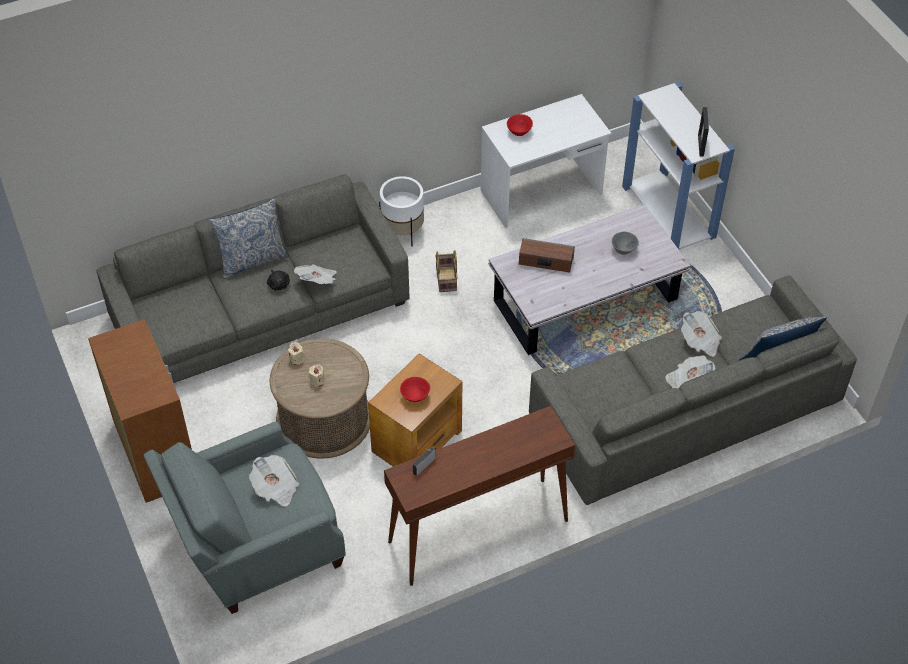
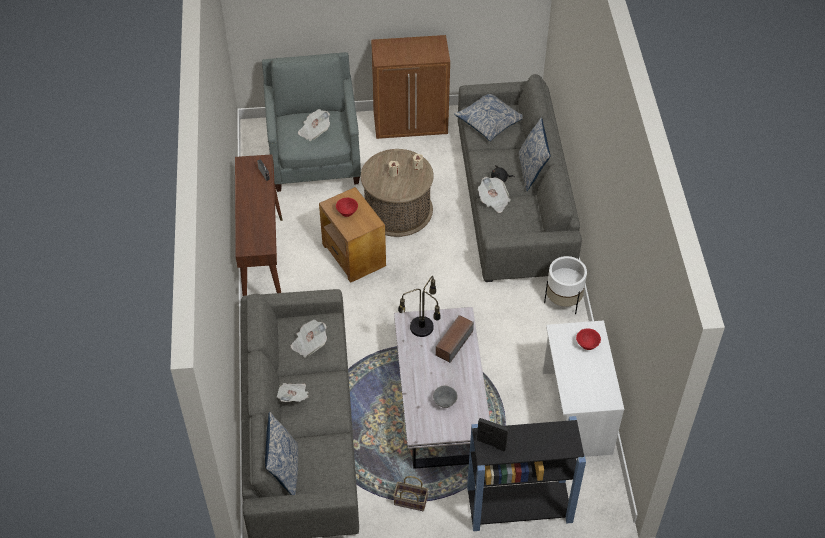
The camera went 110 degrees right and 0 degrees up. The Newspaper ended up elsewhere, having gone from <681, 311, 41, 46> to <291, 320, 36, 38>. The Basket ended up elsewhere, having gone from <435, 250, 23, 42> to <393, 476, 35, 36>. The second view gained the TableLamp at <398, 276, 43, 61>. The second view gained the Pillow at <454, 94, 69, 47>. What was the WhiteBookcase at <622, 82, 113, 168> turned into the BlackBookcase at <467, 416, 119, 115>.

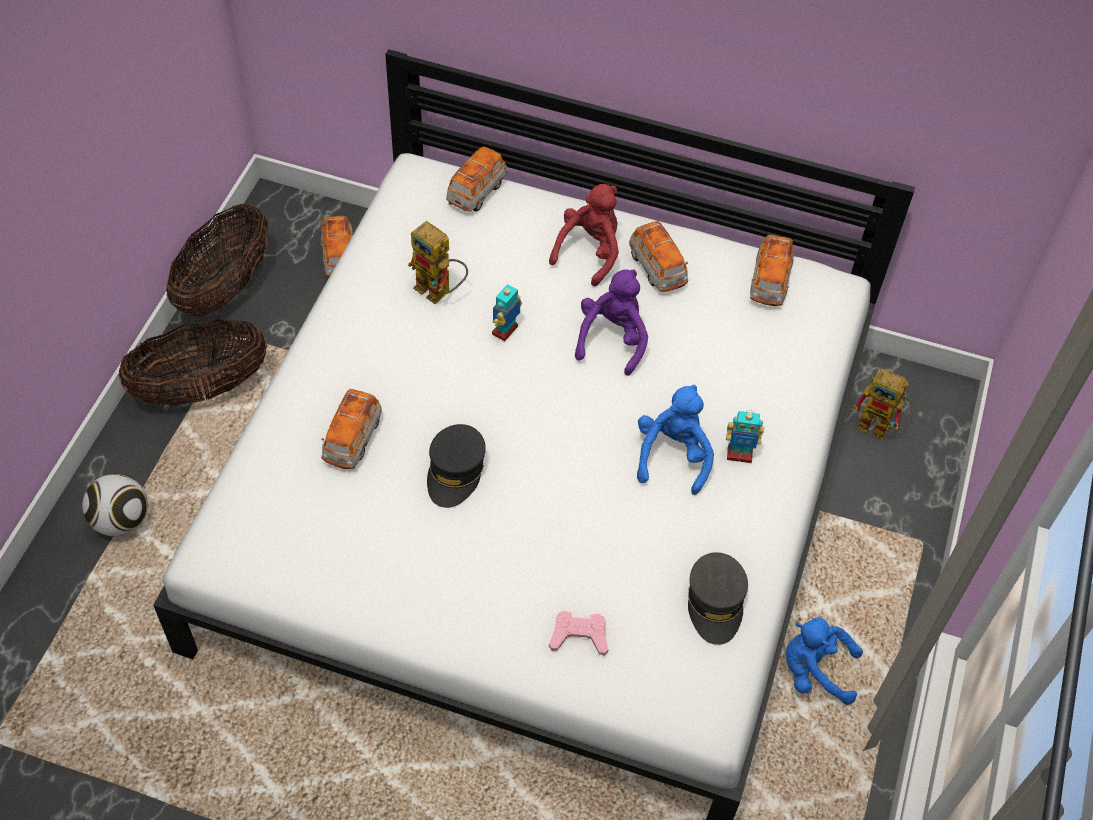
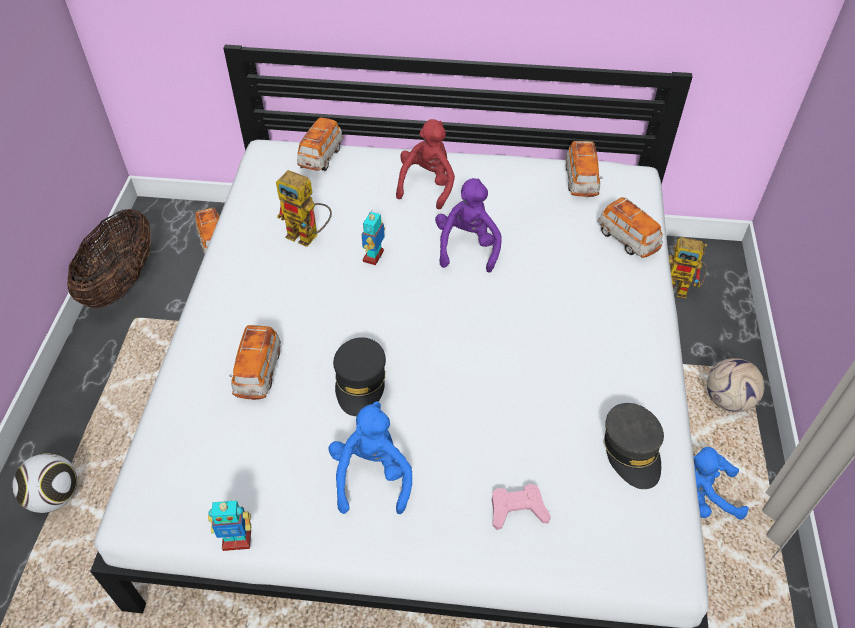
The camera went 10 degrees left and 5 degrees down. The ToyRobot ended up elsewhere, having gone from <726, 410, 38, 53> to <208, 500, 43, 51>. The BluePlushToy ended up elsewhere, having gone from <637, 385, 77, 110> to <328, 401, 84, 113>. The ToyCar ended up elsewhere, having gone from <629, 221, 59, 71> to <598, 197, 65, 61>. The second view gained the Football at <707, 358, 57, 54>. The second view lost the Basket at <119, 319, 148, 87>.

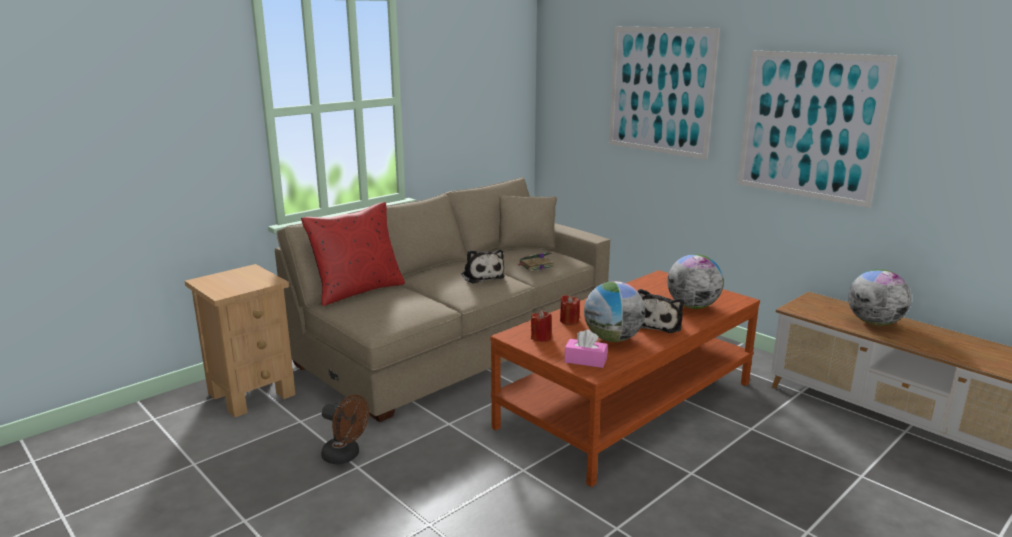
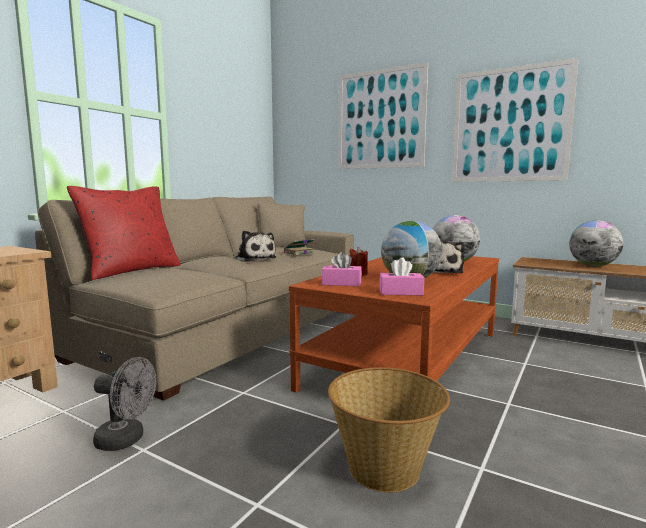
The camera went 15 degrees left and 10 degrees down. What was the BrownFan at <321, 395, 48, 70> turned into the GreyFan at <93, 357, 63, 94>. Where the RedCandle stood at <531, 310, 21, 32>, the PinkTissueBox came to stand at <322, 252, 40, 34>. The second view gained the Basket at <328, 367, 122, 125>.

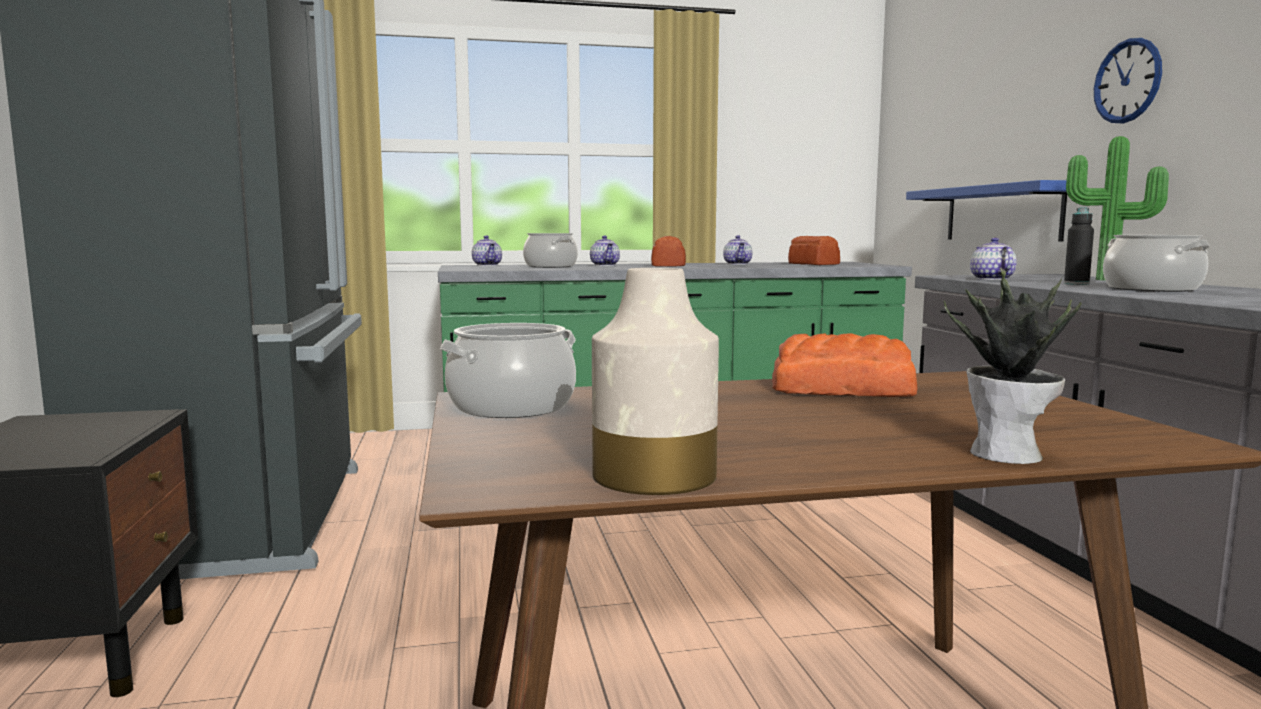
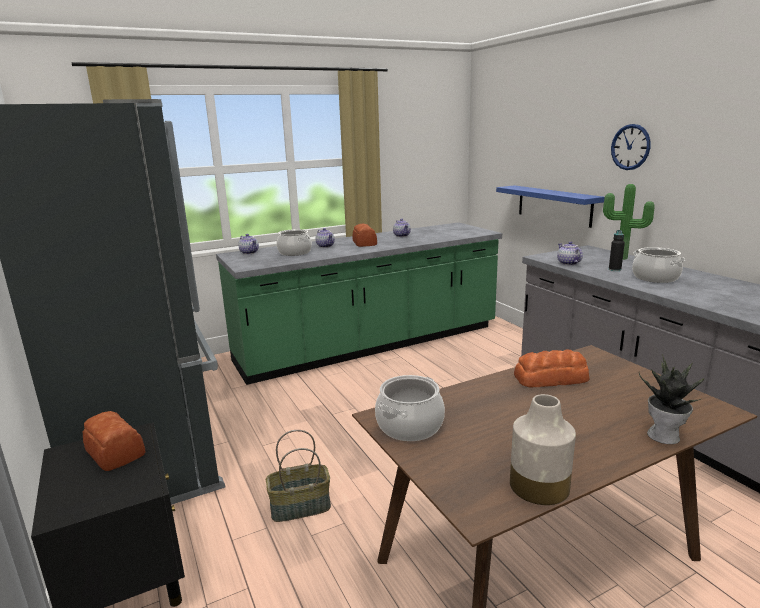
The camera went 15 degrees left and 10 degrees up. The Bread ended up elsewhere, having gone from <788, 236, 52, 29> to <82, 411, 63, 60>. The second view gained the Basket at <266, 430, 65, 92>.

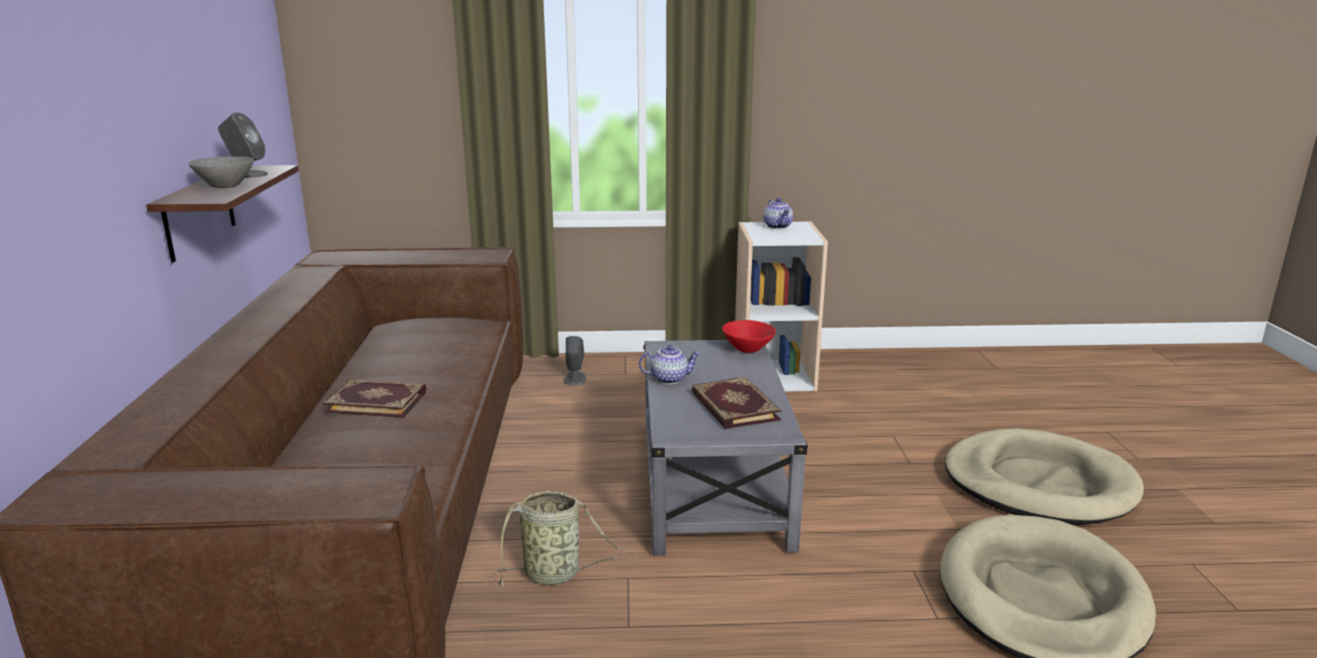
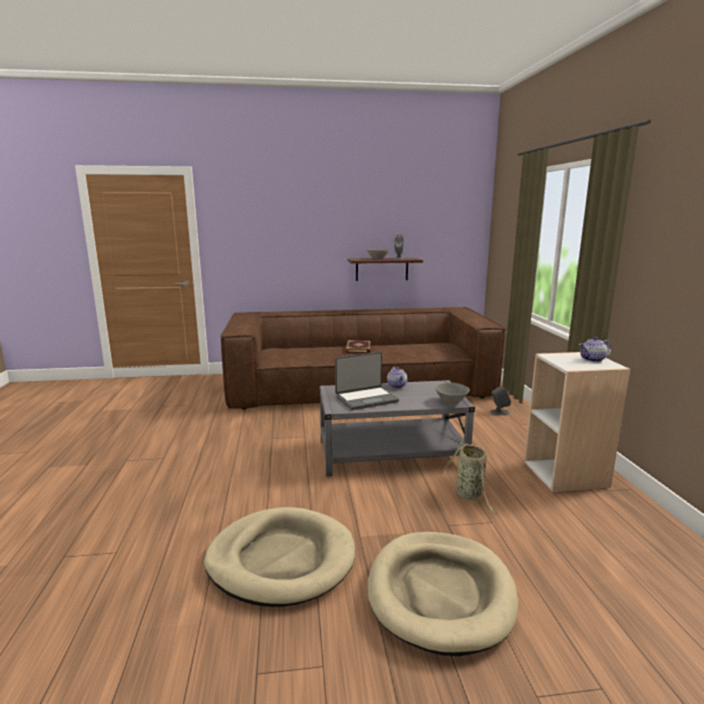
The camera went 85 degrees right and 5 degrees down. Where the Book stood at <692, 377, 90, 52>, the Laptop came to stand at <335, 352, 64, 58>. What was the RedBowl at <722, 320, 54, 33> turned into the GreyBowl at <435, 383, 35, 21>. The Basket ended up elsewhere, having gone from <493, 491, 142, 96> to <439, 442, 58, 72>.

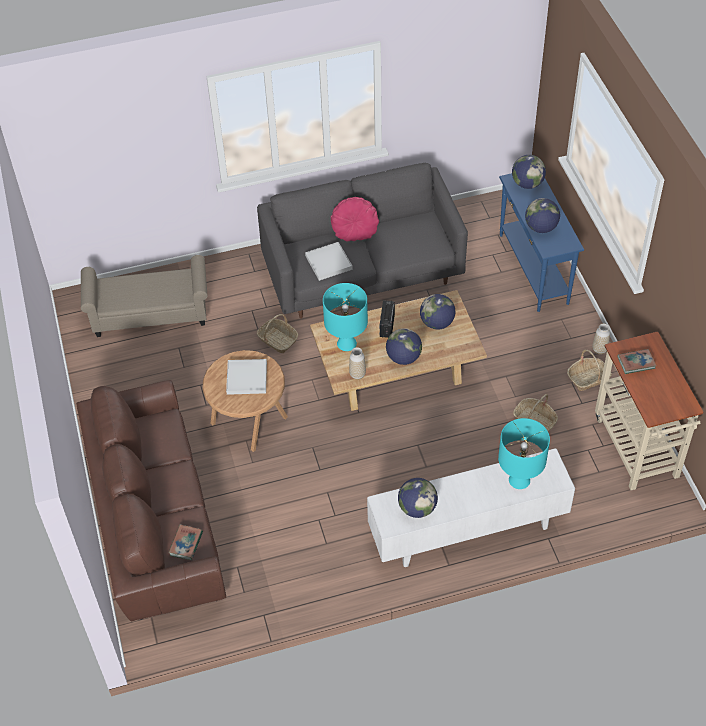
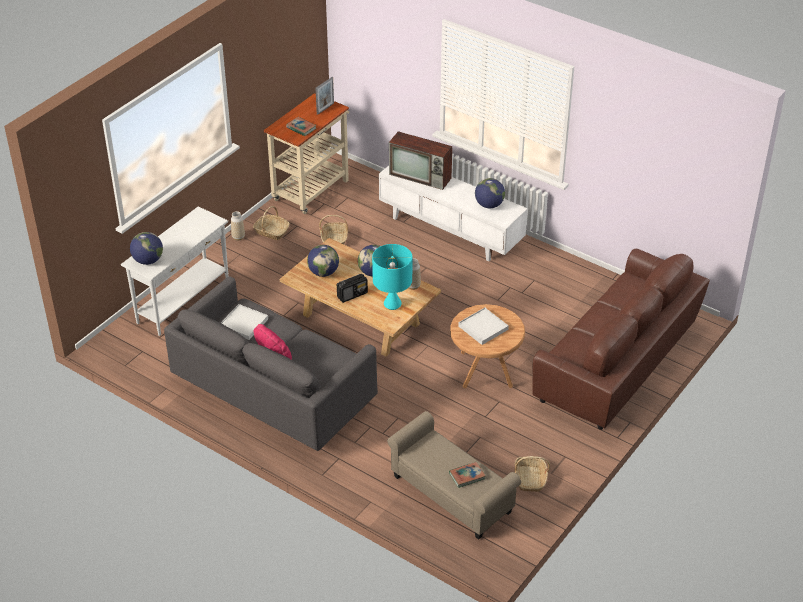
The camera went 130 degrees left and 10 degrees down. What was the BlueConsoleTable at <499, 173, 85, 139> turned into the WhiteConsoleTable at <121, 206, 108, 130>. The WhiteTray ended up elsewhere, having gone from <305, 242, 48, 39> to <221, 304, 47, 36>. The second view gained the PictureFrame at <316, 77, 18, 38>. Where the TurquoiseTableLamp stood at <498, 418, 52, 71>, the Television came to stand at <389, 131, 63, 59>. The Book ended up elsewhere, having gone from <168, 525, 35, 35> to <449, 462, 37, 26>. The Basket ended up elsewhere, having gone from <257, 314, 42, 39> to <514, 456, 36, 36>. The second view lost the Globe at <525, 198, 35, 35>.

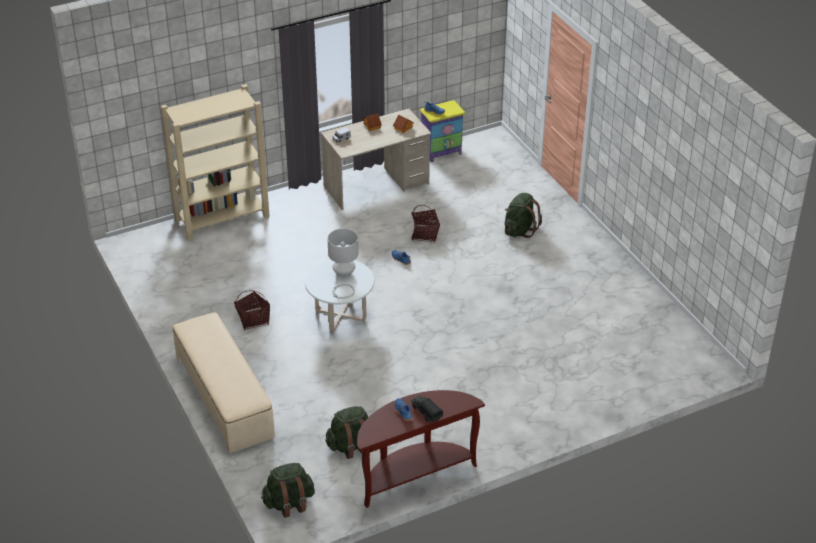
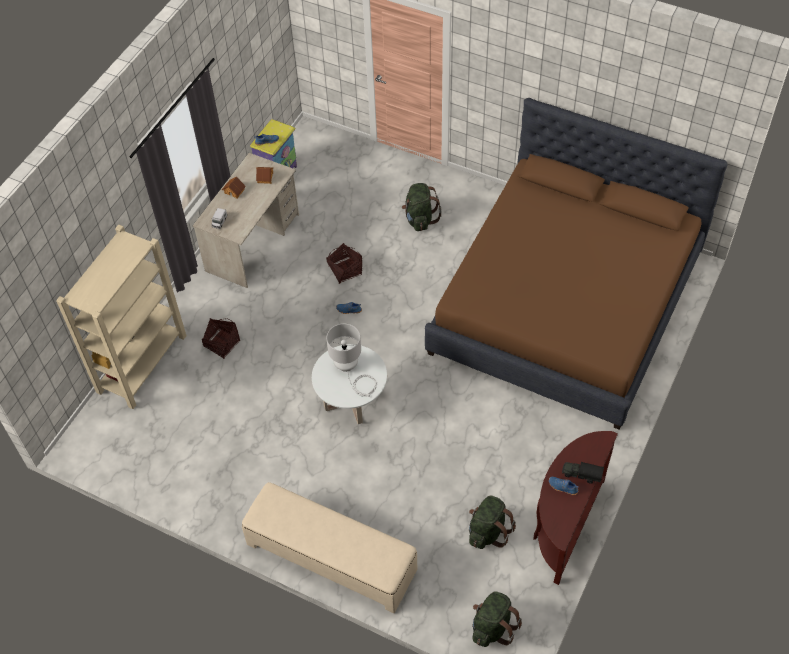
The camera went 35 degrees left and 15 degrees up. The Basket ended up elsewhere, having gone from <234, 291, 36, 39> to <202, 318, 38, 41>. The second view gained the BrownBed at <425, 98, 303, 332>.

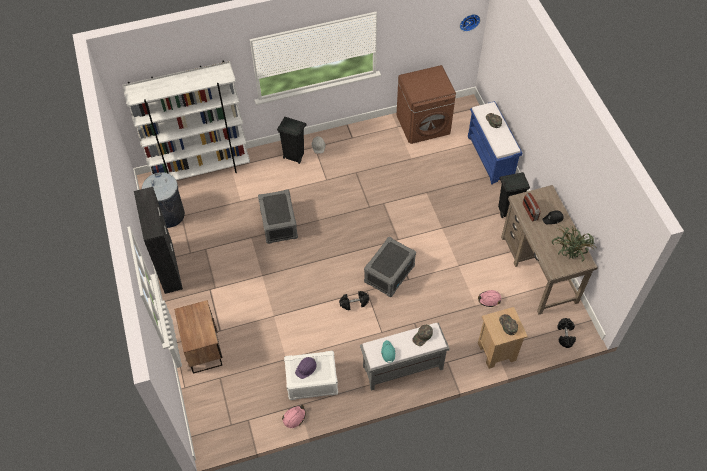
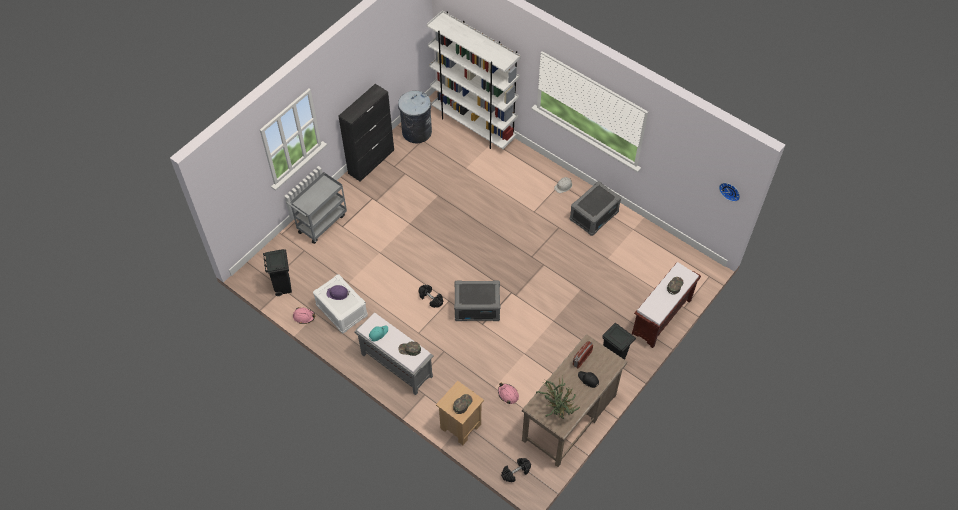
The camera went 55 degrees right and 0 degrees up. The BlackTrashCan ended up elsewhere, having gone from <277, 117, 30, 47> to <263, 249, 29, 47>. Where the Nightstand stood at <174, 300, 48, 74>, the GreyCart came to stand at <286, 172, 61, 72>. The GreyStorageBox ended up elsewhere, having gone from <258, 189, 40, 55> to <570, 181, 51, 55>. What was the BlueBench at <468, 101, 54, 84> turned into the BrownBench at <632, 262, 69, 86>. The second view lost the BrownWashingMachine at <397, 65, 59, 79>.

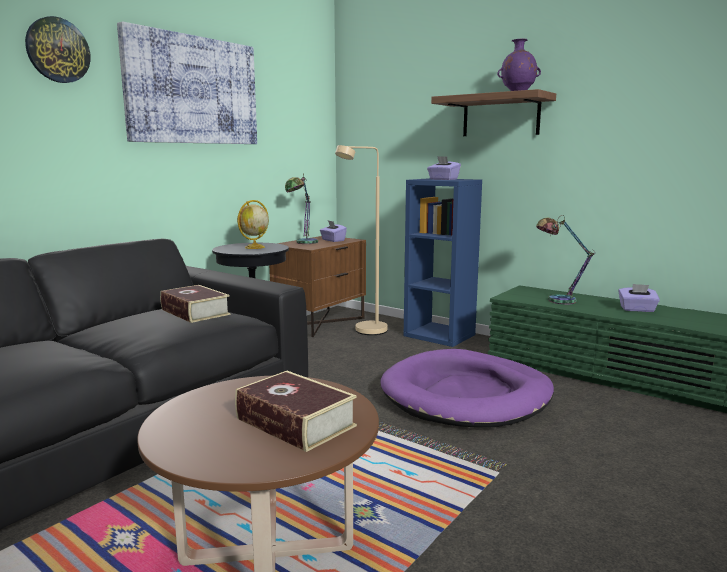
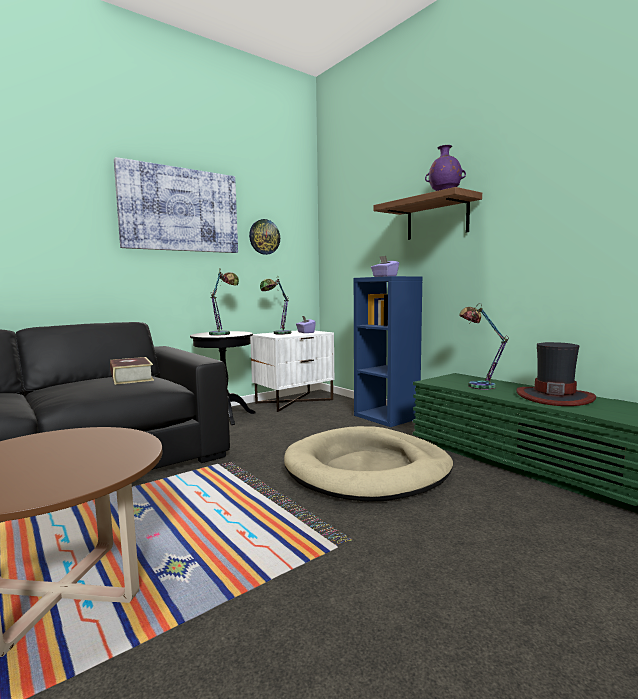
The camera went 15 degrees right and 5 degrees down. Where the Globe stood at <237, 200, 32, 49>, the TableLamp came to stand at <209, 269, 30, 67>. The WallClock ended up elsewhere, having gone from <25, 16, 65, 67> to <249, 219, 31, 36>. What was the BrownNightstand at <269, 236, 97, 101> turned into the WhiteNightstand at <250, 330, 84, 82>. What was the PurpleDogBed at <380, 349, 174, 79> turned into the BeigeDogBed at <284, 426, 169, 76>. Where the PurpleTissueBox stood at <619, 284, 41, 28>, the Hat came to stand at <516, 342, 80, 64>. The second view lost the Book at <235, 371, 122, 81>. The second view lost the BeigeFloorLamp at <335, 145, 53, 190>.

